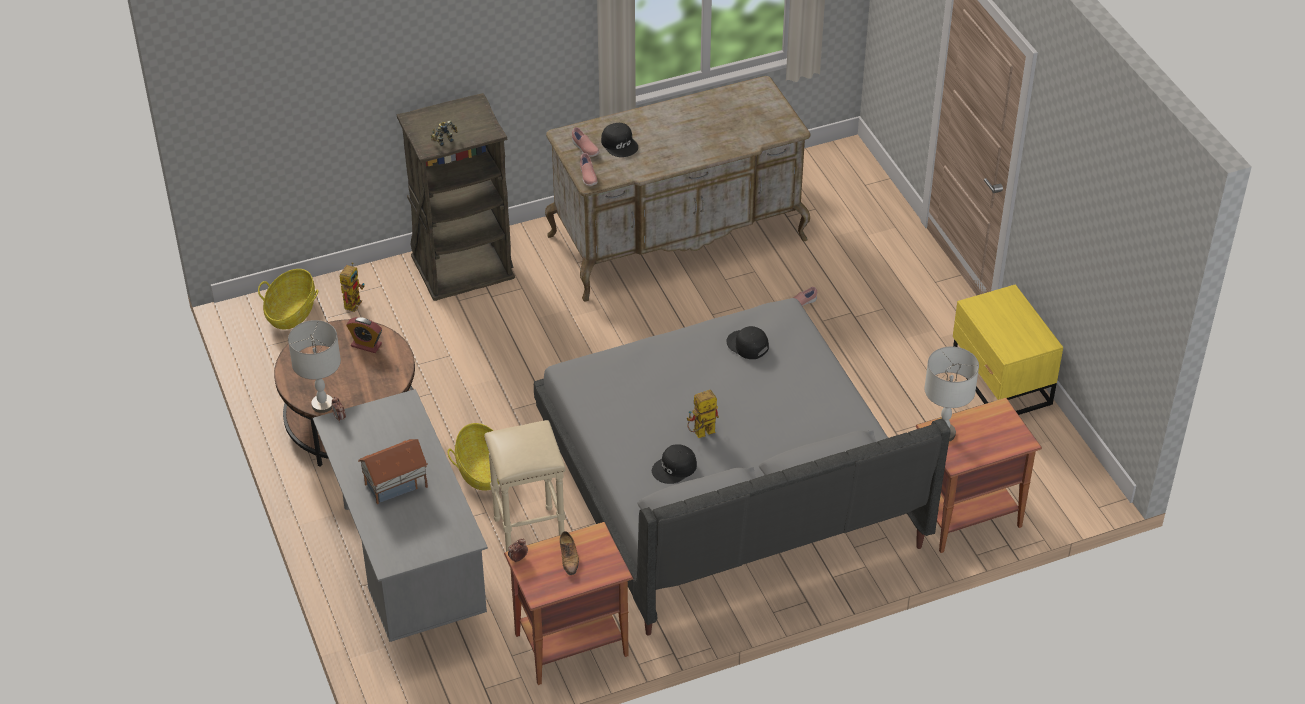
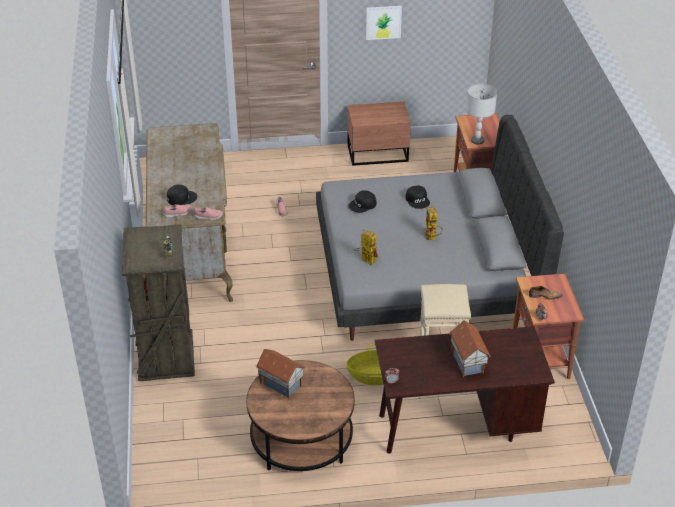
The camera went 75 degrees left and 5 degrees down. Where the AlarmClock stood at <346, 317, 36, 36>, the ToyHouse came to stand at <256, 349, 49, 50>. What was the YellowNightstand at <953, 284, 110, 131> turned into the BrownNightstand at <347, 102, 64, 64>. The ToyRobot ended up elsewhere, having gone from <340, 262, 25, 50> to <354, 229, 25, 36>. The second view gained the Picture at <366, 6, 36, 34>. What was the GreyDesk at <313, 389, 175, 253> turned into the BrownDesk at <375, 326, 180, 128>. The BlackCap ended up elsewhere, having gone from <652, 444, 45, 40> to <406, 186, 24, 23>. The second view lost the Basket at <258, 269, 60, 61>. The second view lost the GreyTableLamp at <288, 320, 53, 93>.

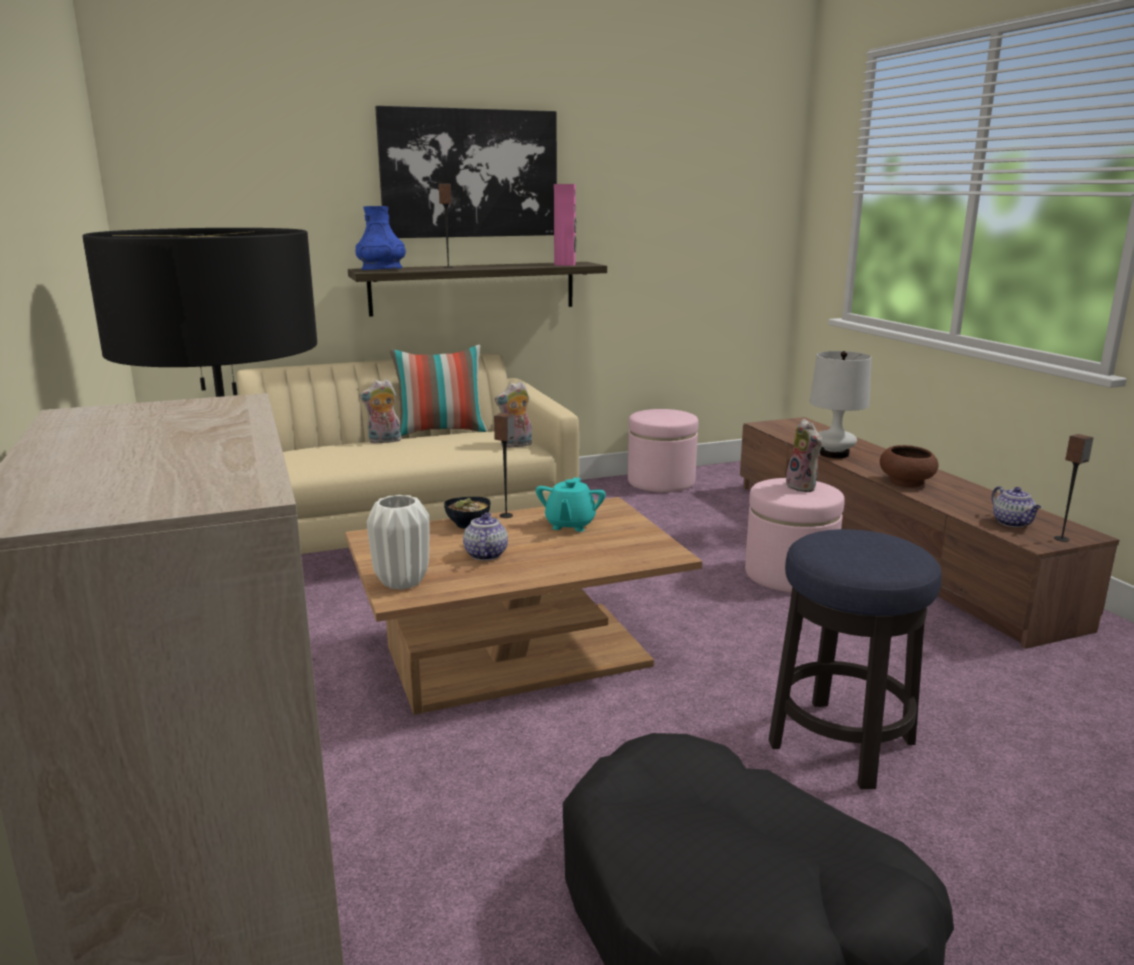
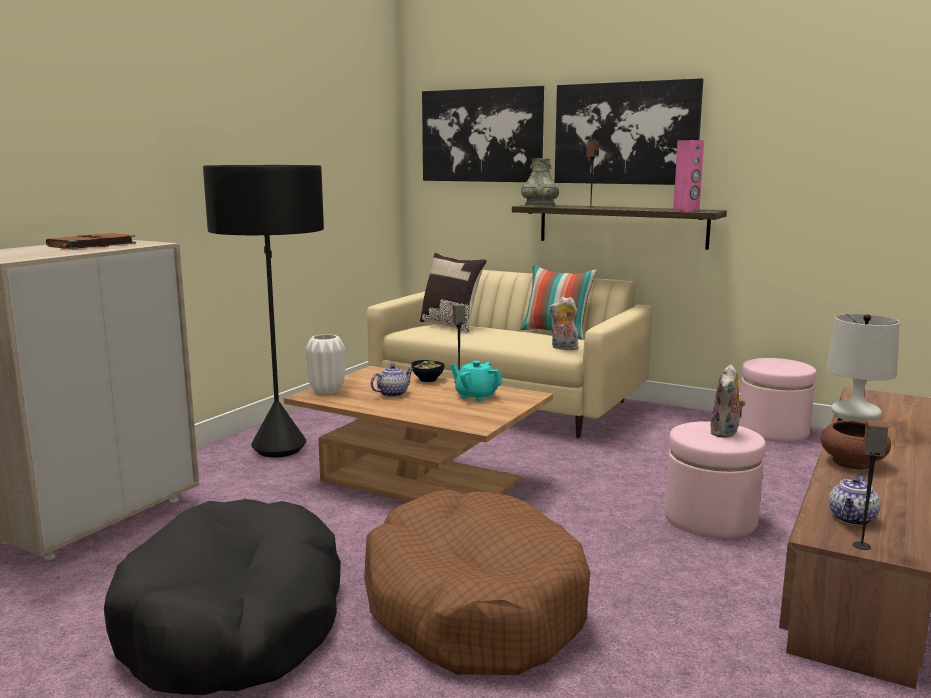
The camera went 50 degrees right and 5 degrees down. The second view gained the BrownBook at <46, 233, 90, 17>. Where the Stool stood at <769, 529, 173, 260>, the BrownDogBed came to stand at <364, 490, 226, 185>. The second view gained the Pillow at <420, 253, 67, 80>. The second view gained the Picture at <422, 86, 122, 96>. The TurquoiseTeapot at <536, 477, 70, 55> ended up facing another way, 60 degrees clockwise from before. What was the BlueVase at <355, 206, 51, 64> turned into the GreyVase at <521, 158, 38, 47>. The second view lost the PlushToy at <359, 379, 42, 64>.

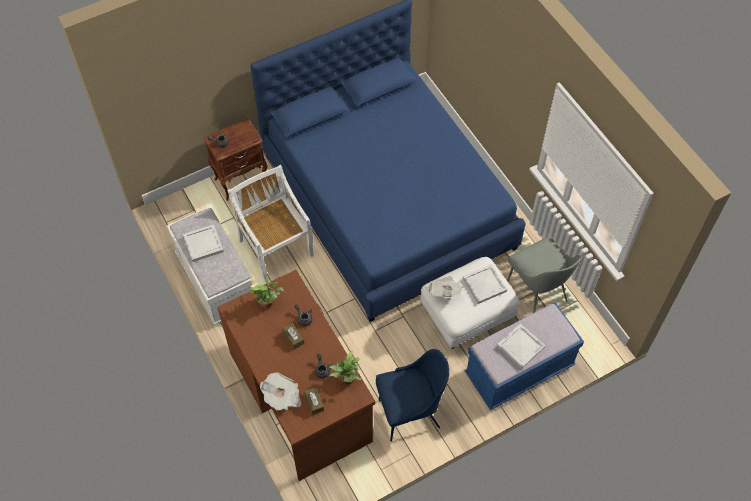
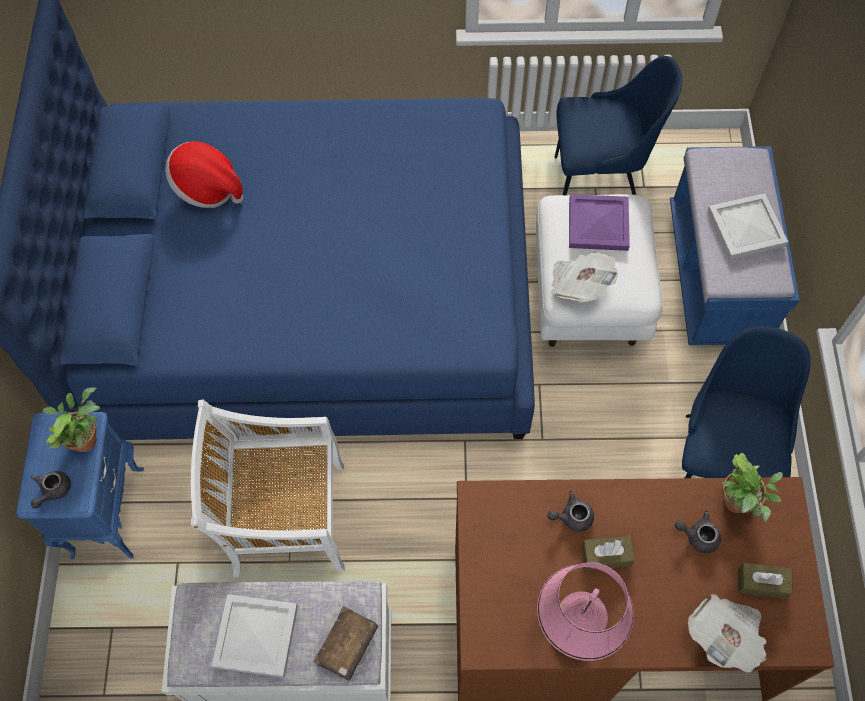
The camera went 60 degrees left and 5 degrees up. What was the BrownNightstand at <204, 119, 64, 82> turned into the BlueNightstand at <16, 412, 128, 147>. The PottedPlant ended up elsewhere, having gone from <250, 277, 34, 31> to <43, 387, 57, 65>. The second view gained the Hat at <165, 141, 78, 67>. The second view gained the BrownBook at <313, 606, 65, 74>. The second view gained the PinkTableLamp at <537, 562, 97, 99>. What was the GreyChair at <507, 237, 75, 76> turned into the BlueChair at <555, 56, 127, 139>. What was the WhiteTray at <463, 264, 44, 40> turned into the PurpleTray at <569, 194, 61, 57>.

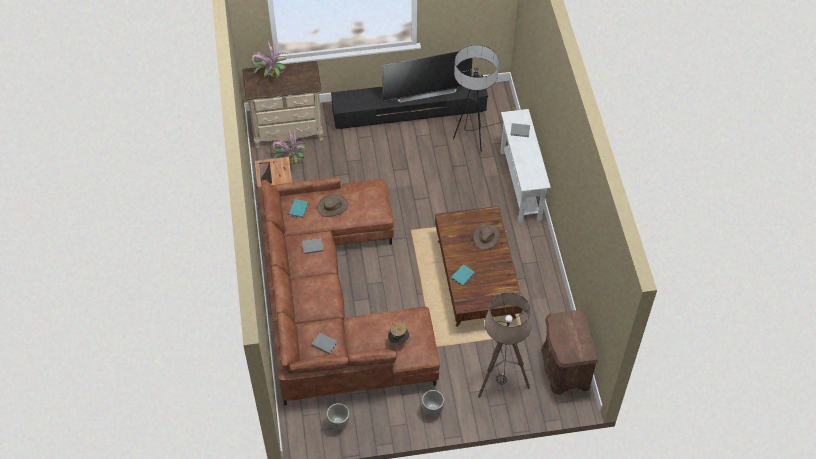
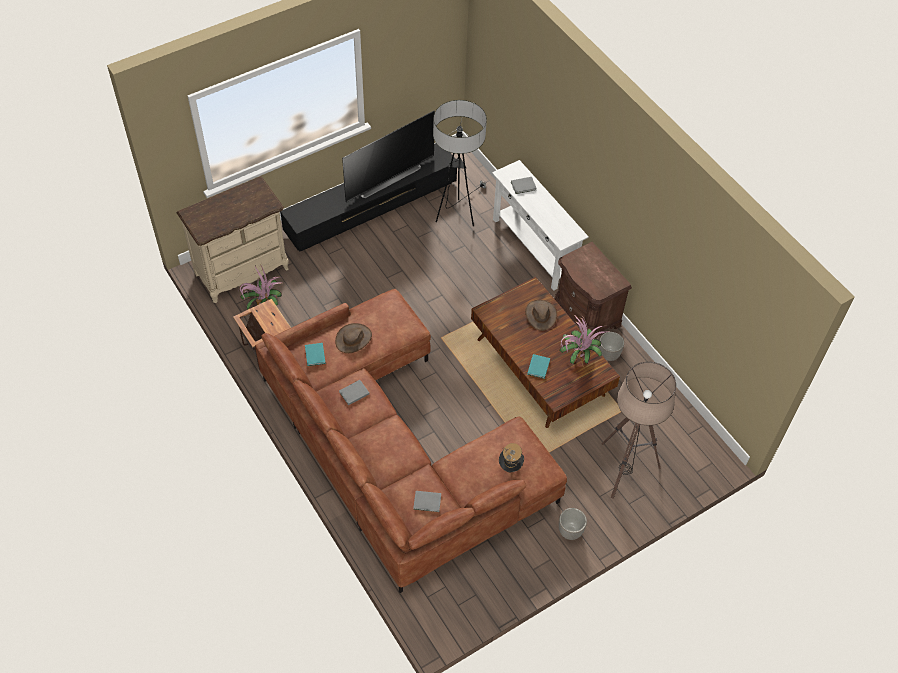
The camera went 25 degrees left and 0 degrees up. The BrownNightstand ended up elsewhere, having gone from <541, 309, 57, 86> to <555, 242, 77, 97>. The PottedPlant ended up elsewhere, having gone from <251, 40, 36, 39> to <559, 314, 51, 53>. The Planter ended up elsewhere, having gone from <327, 403, 22, 27> to <599, 332, 25, 29>.

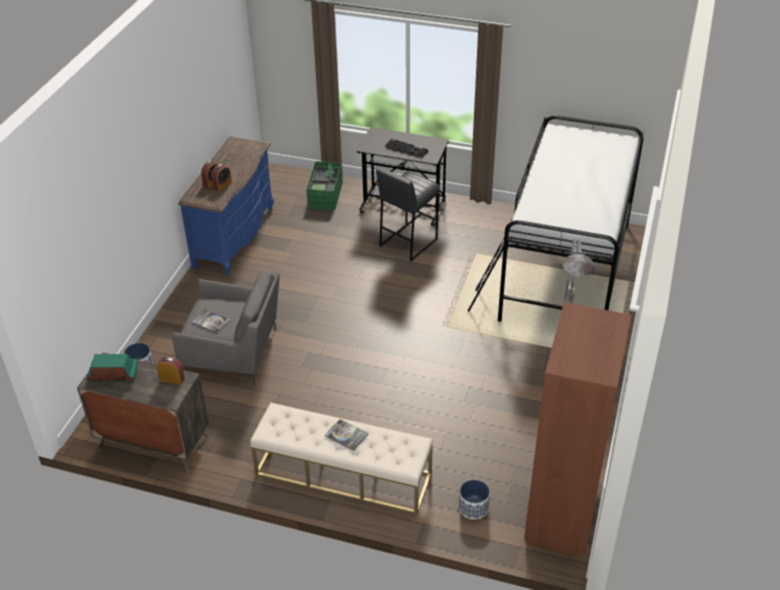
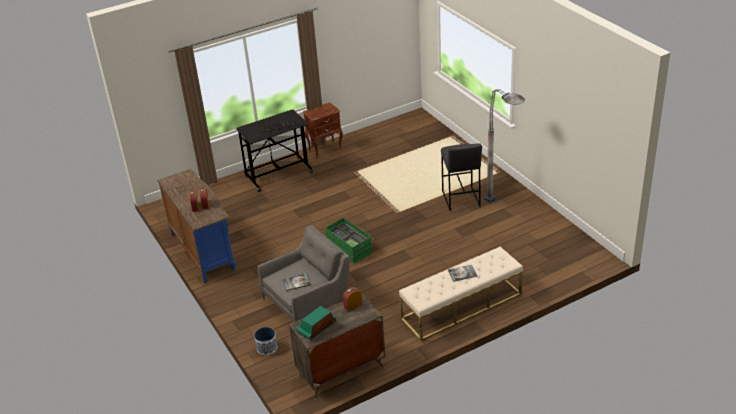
The camera went 45 degrees left and 5 degrees down. The second view gained the BrownNightstand at <303, 103, 40, 56>. The GreenStorageBox ended up elsewhere, having gone from <306, 161, 37, 49> to <325, 218, 47, 46>. The GreyStool ended up elsewhere, having gone from <376, 168, 64, 93> to <441, 143, 41, 68>. The second view lost the Planter at <459, 480, 31, 40>. The second view lost the BlackBed at <468, 115, 175, 207>. The second view lost the BrownWardrobe at <524, 303, 107, 253>.

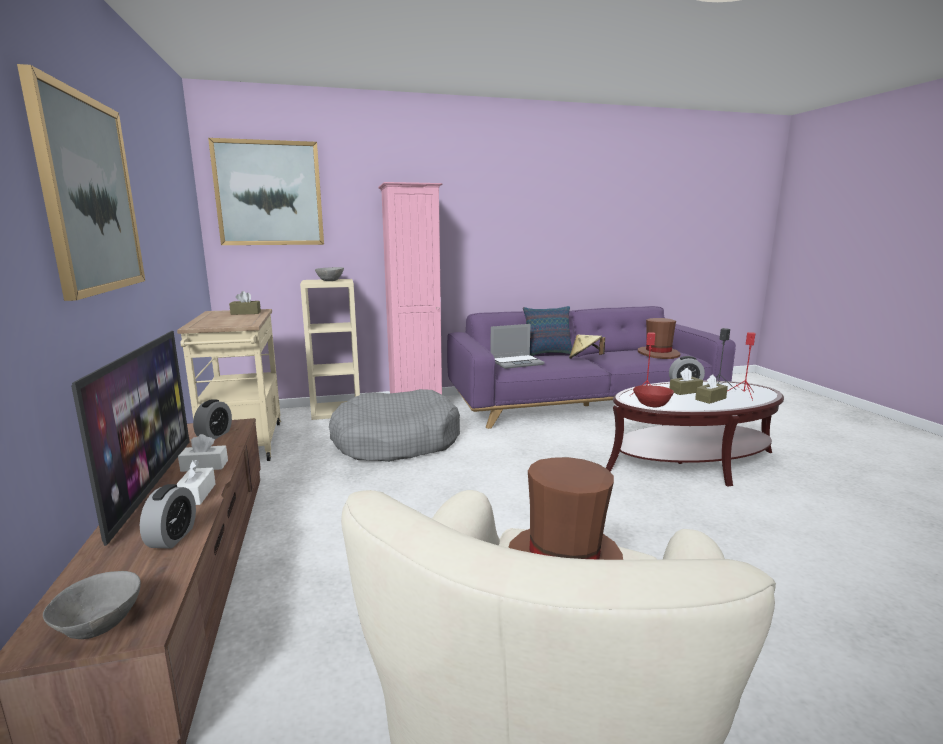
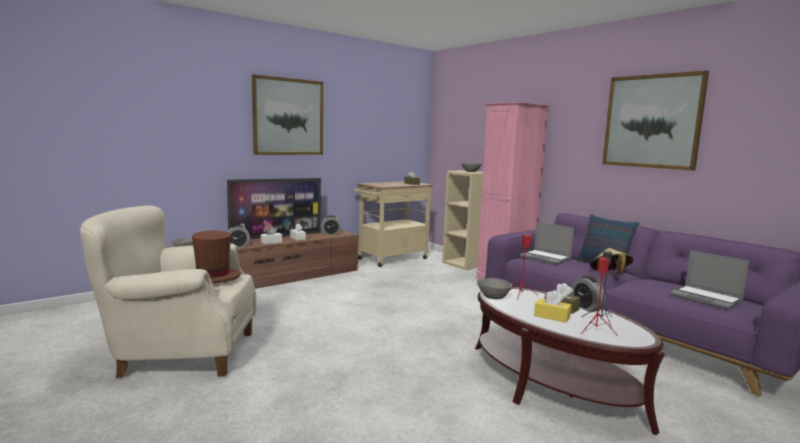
The camera went 65 degrees right and 5 degrees down. What was the RedBowl at <633, 385, 41, 23> turned into the GreyBowl at <477, 278, 35, 21>. What was the BrownTissueBox at <695, 374, 33, 30> turned into the YellowTissueBox at <534, 290, 37, 33>. The Picture ended up elsewhere, having gone from <208, 138, 116, 107> to <602, 71, 107, 100>. Where the BrownHat stood at <638, 318, 42, 41>, the Laptop came to stand at <670, 250, 79, 60>. The second view lost the GreyDogBed at <329, 389, 131, 73>.

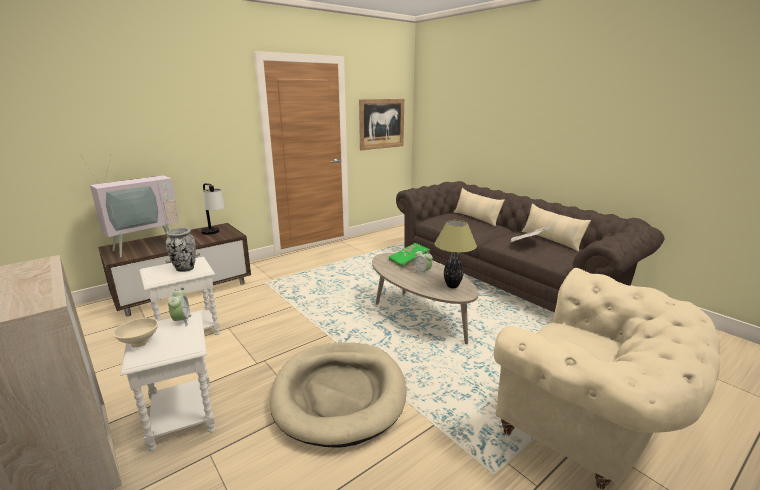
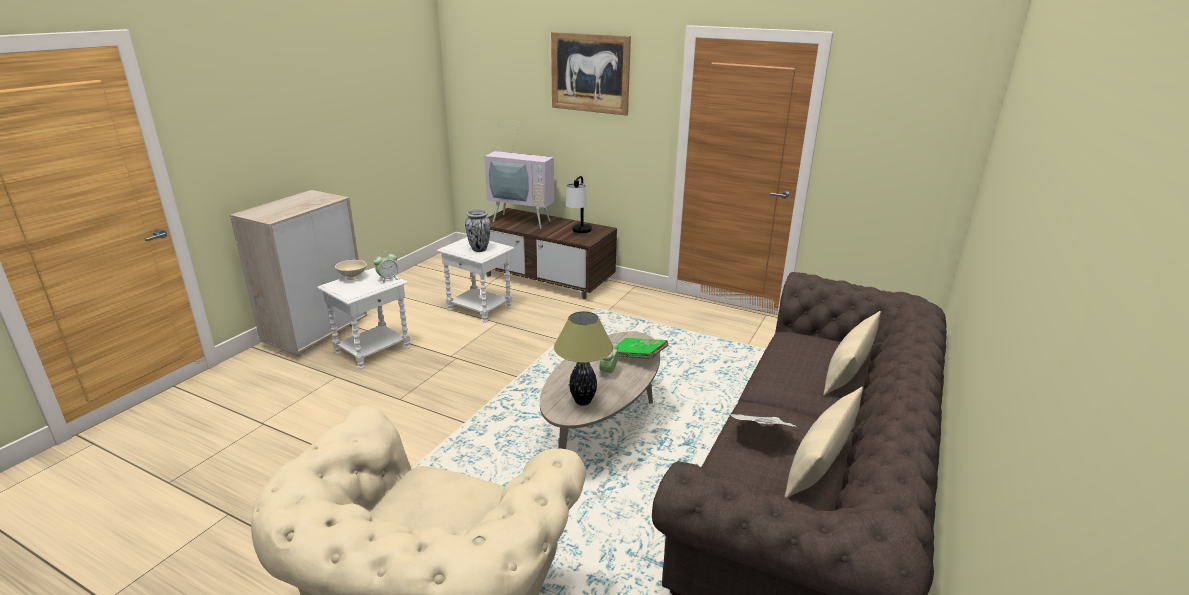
The camera went 65 degrees right and 5 degrees up. The Picture ended up elsewhere, having gone from <359, 99, 45, 51> to <551, 32, 80, 84>. The second view lost the BeigeDogBed at <270, 342, 136, 106>.

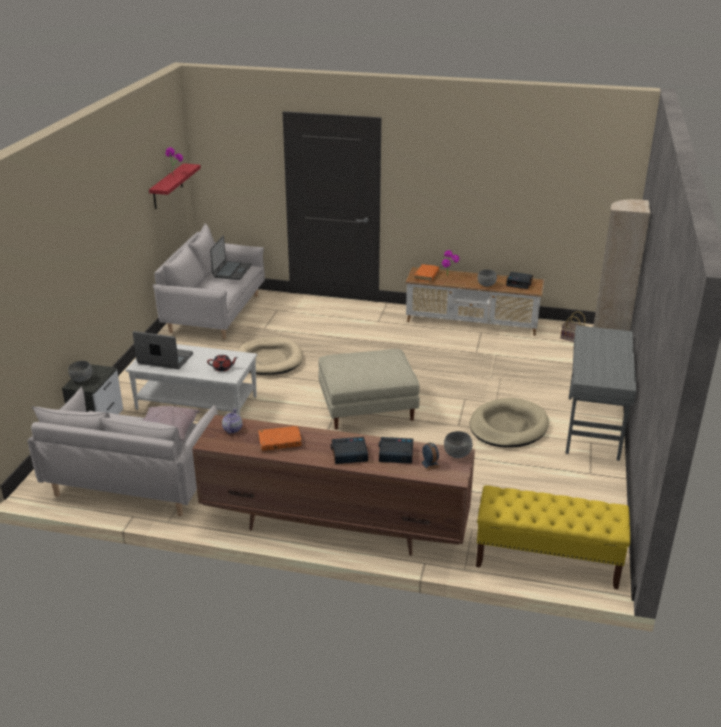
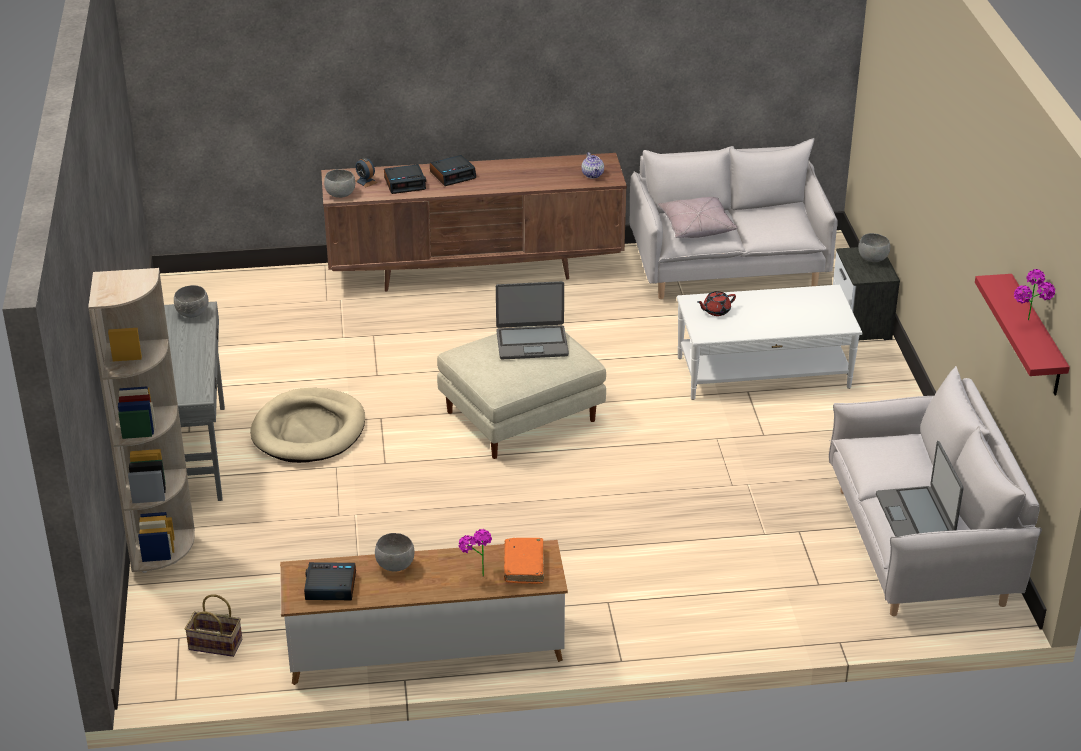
The camera went 160 degrees right and 5 degrees up. The second view gained the GreyBowl at <174, 285, 35, 33>. The Laptop ended up elsewhere, having gone from <133, 331, 60, 38> to <496, 281, 73, 78>. The second view lost the BeigeDogBed at <238, 337, 65, 38>. The second view lost the OrangeBook at <258, 426, 44, 25>. The second view lost the YellowBench at <476, 485, 154, 104>.

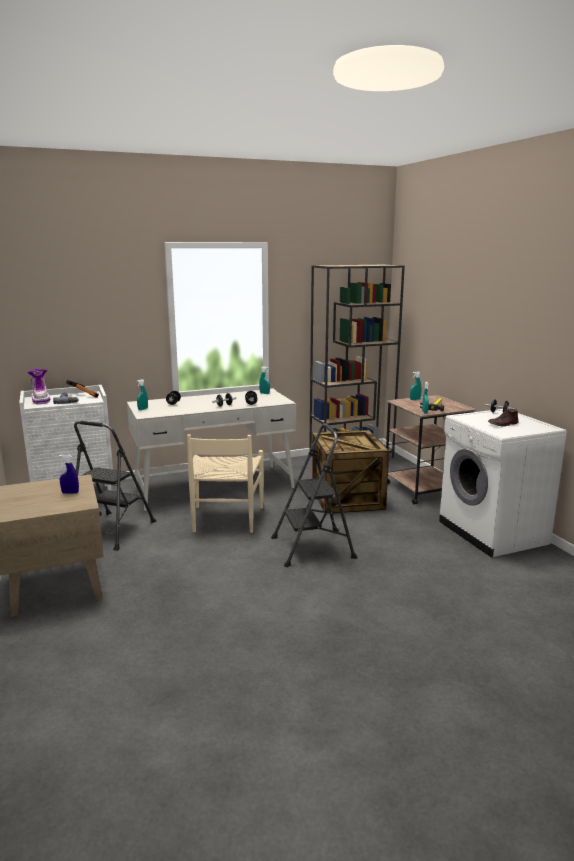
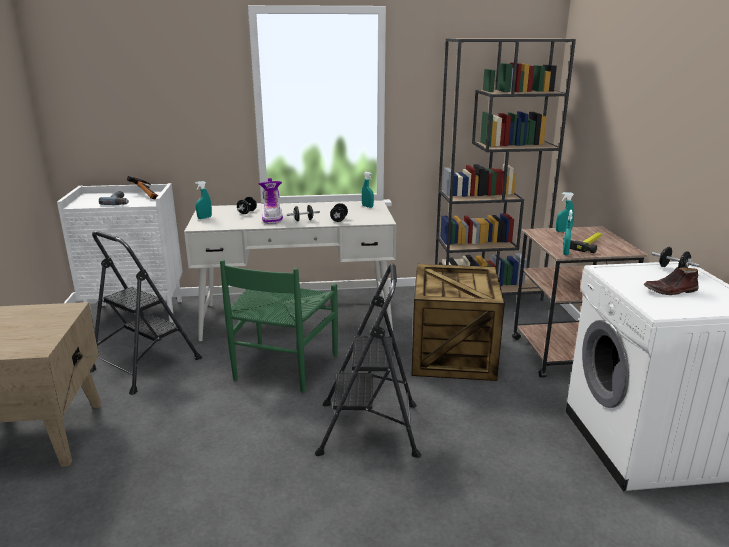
The camera went 15 degrees right and 5 degrees up. What was the BeigeChair at <187, 434, 77, 99> turned into the GreenChair at <220, 260, 118, 133>. The Boot ended up elsewhere, having gone from <27, 368, 23, 36> to <259, 178, 24, 46>. The second view lost the BlueSprayBottle at <59, 455, 20, 39>.

